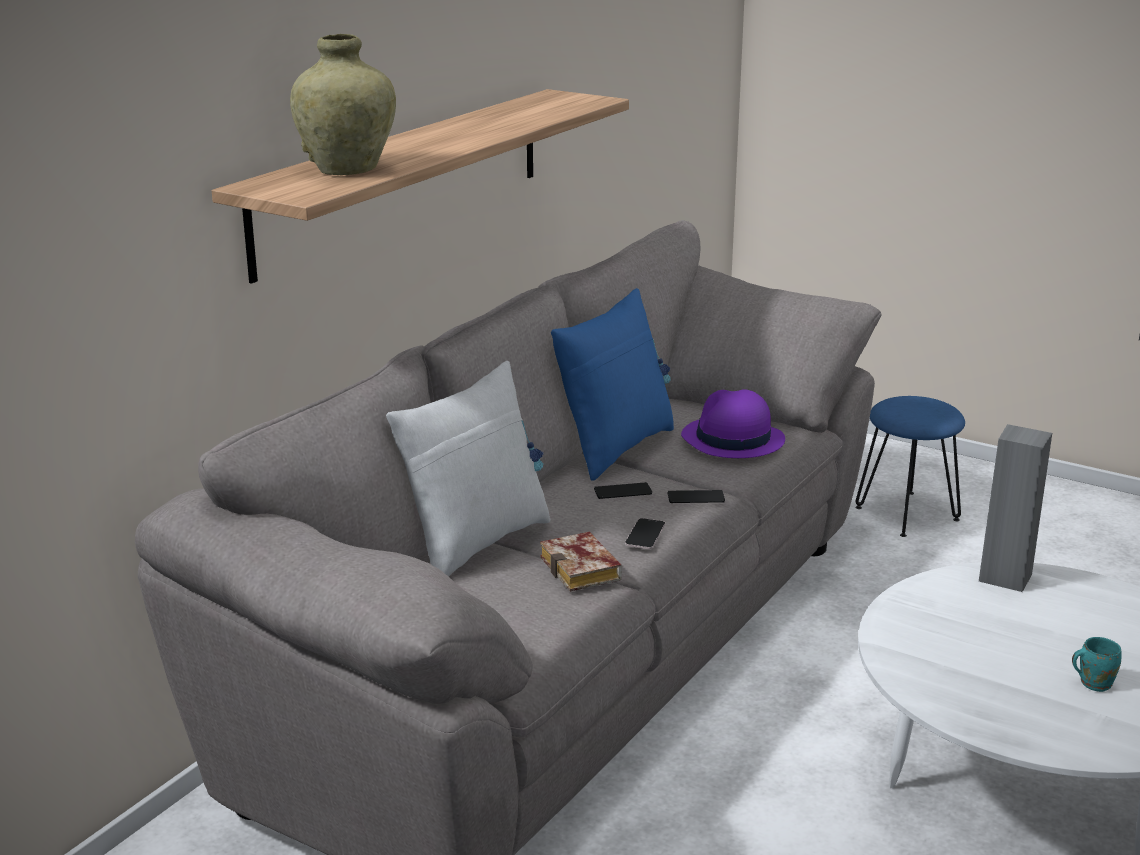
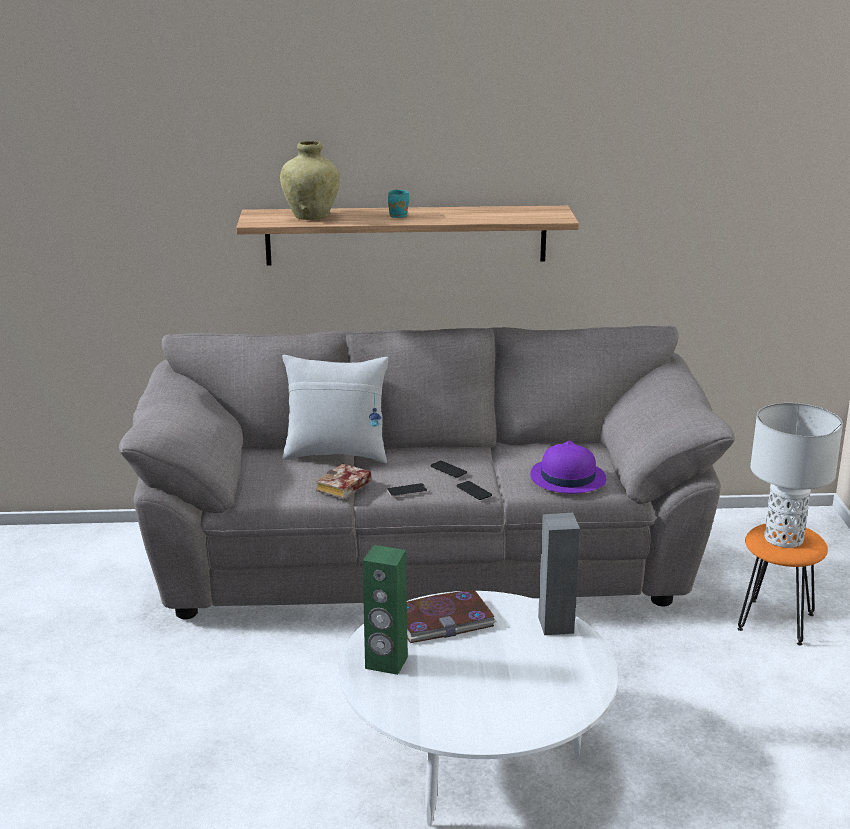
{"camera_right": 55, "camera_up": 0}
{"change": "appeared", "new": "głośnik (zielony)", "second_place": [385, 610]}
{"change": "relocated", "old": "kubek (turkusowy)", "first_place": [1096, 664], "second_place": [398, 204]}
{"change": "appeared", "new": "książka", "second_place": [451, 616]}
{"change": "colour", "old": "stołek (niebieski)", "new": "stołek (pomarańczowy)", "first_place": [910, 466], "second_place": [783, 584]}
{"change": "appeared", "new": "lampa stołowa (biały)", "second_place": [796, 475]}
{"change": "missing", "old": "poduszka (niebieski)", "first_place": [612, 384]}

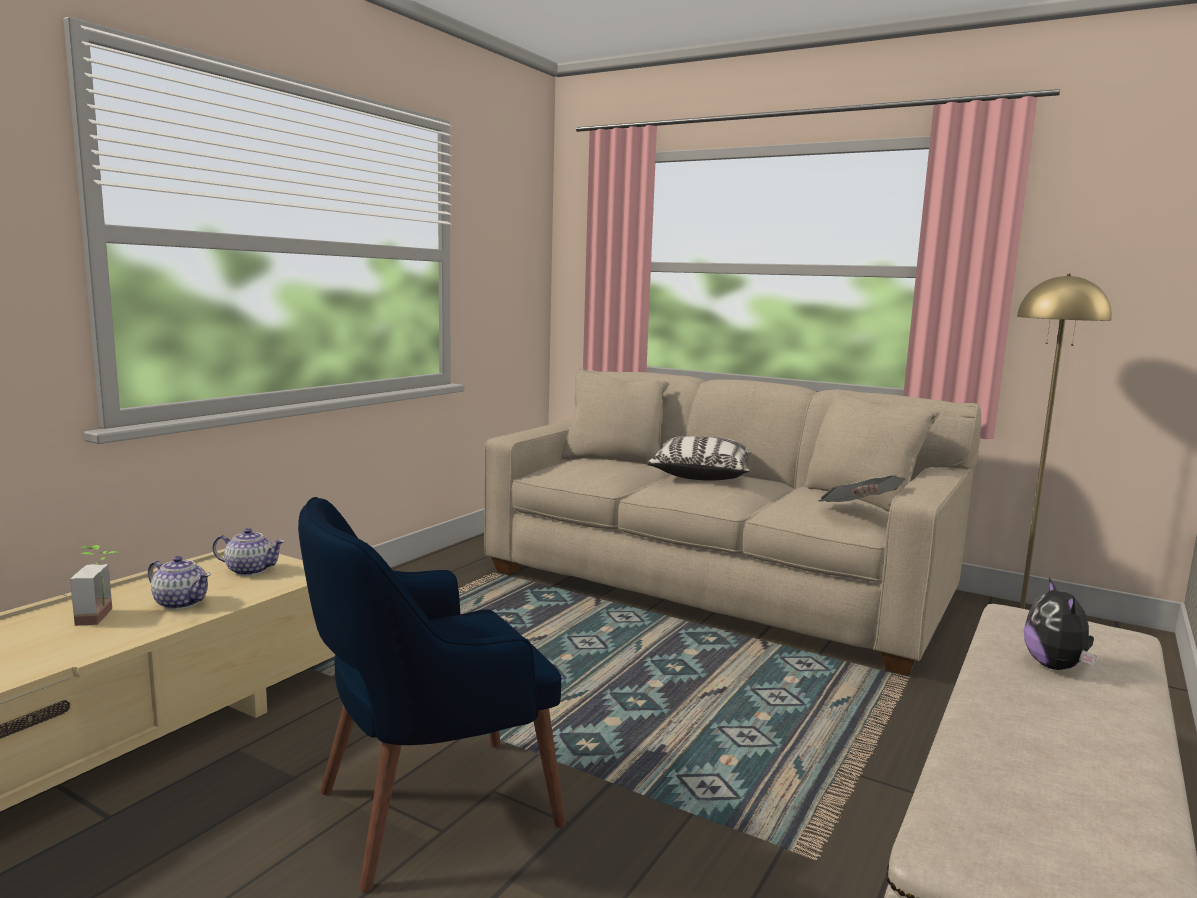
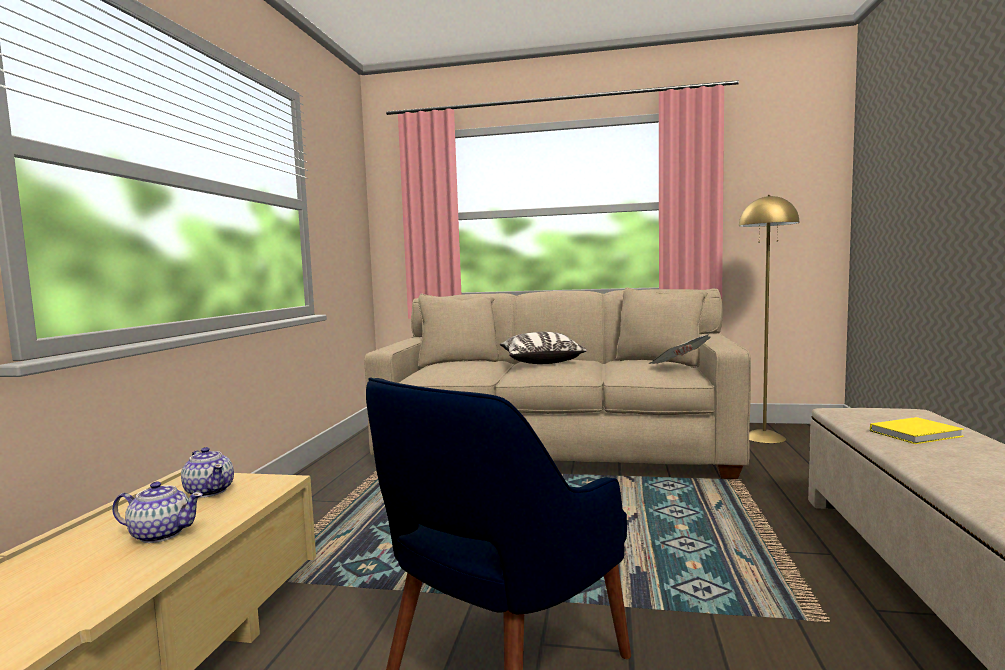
{"camera_right": -20, "camera_up": -5}
{"change": "spun", "old": "imbryk", "first_place": [248, 552], "second_place": [207, 472], "degrees": 60}
{"change": "exchanged", "old": "pluszak", "new": "książka (żółty)", "first_place": [1060, 624], "second_place": [917, 430]}
{"change": "missing", "old": "roślina doniczkowa", "first_place": [94, 585]}

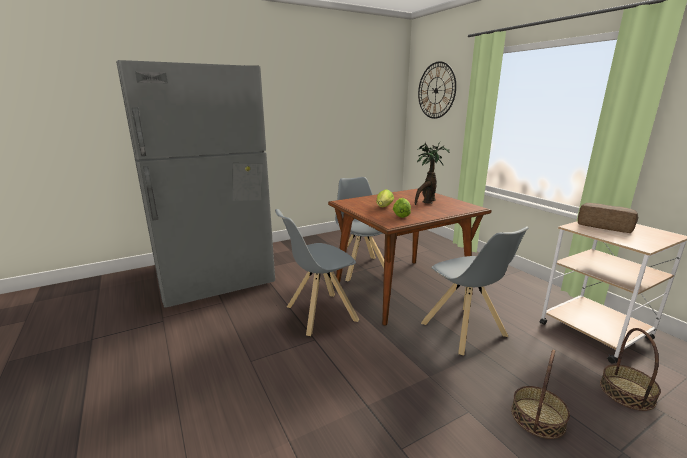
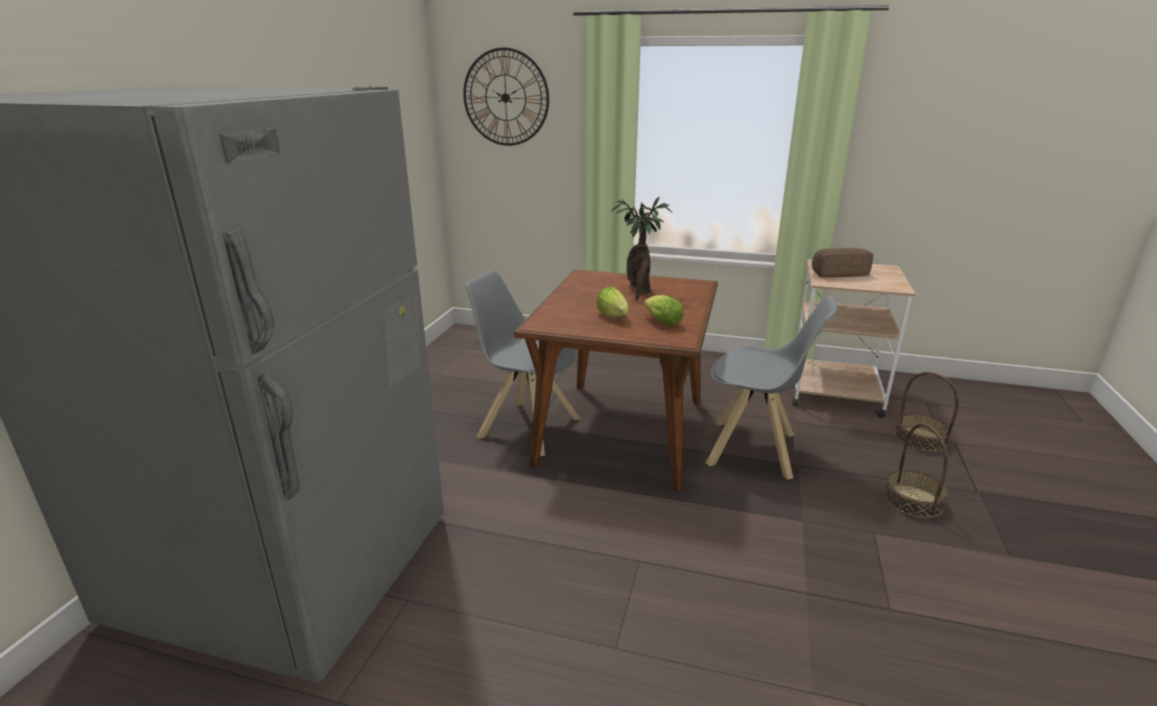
{"camera_right": -45, "camera_up": 5}
{"change": "missing", "old": "krzesło (szary)", "first_place": [317, 272]}

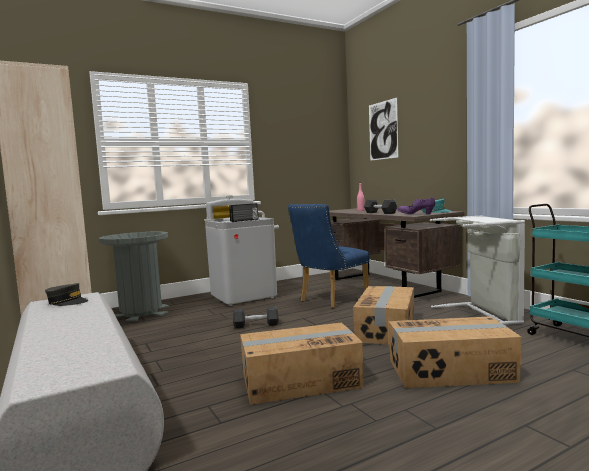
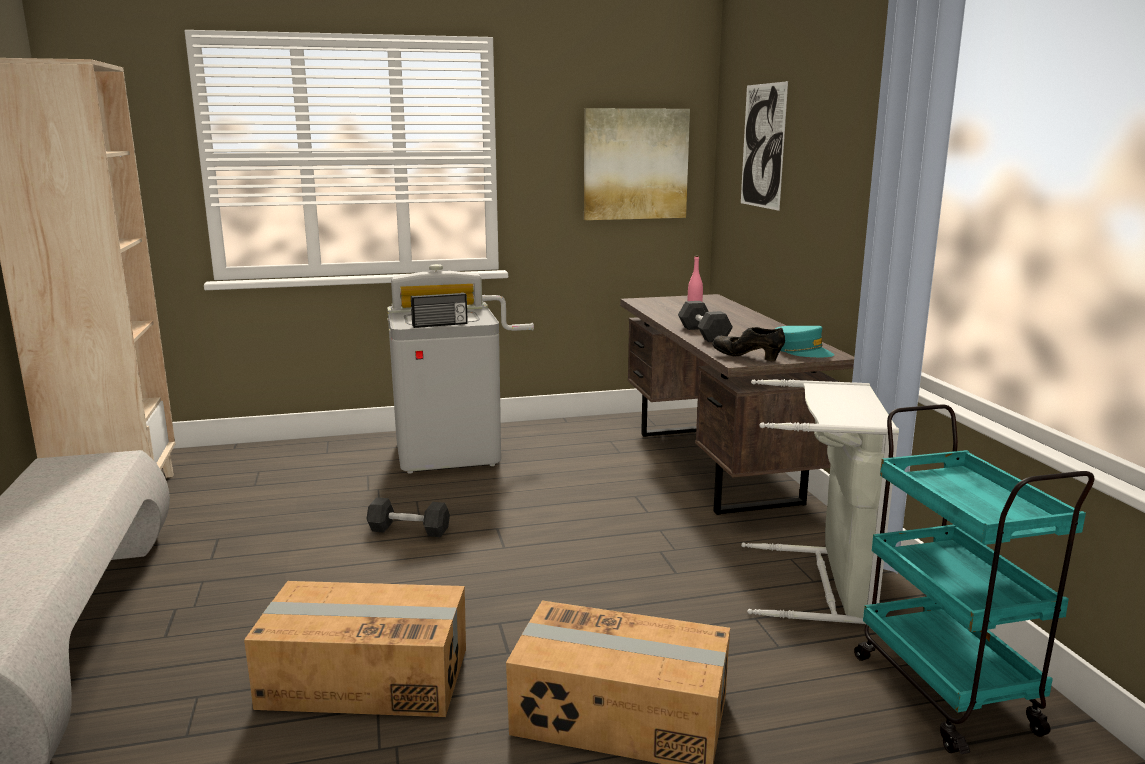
{"camera_right": 15, "camera_up": 10}
{"change": "appeared", "new": "obraz", "second_place": [637, 164]}
{"change": "colour", "old": "but (fioletowy)", "new": "but (czarny)", "first_place": [416, 205], "second_place": [748, 344]}
{"change": "missing", "old": "czapka z daszkiem (szary)", "first_place": [66, 294]}
{"change": "missing", "old": "kosz na śmieci (szary)", "first_place": [134, 277]}
{"change": "missing", "old": "krzesło (niebieski)", "first_place": [328, 256]}
{"change": "missing", "old": "karton", "first_place": [383, 315]}

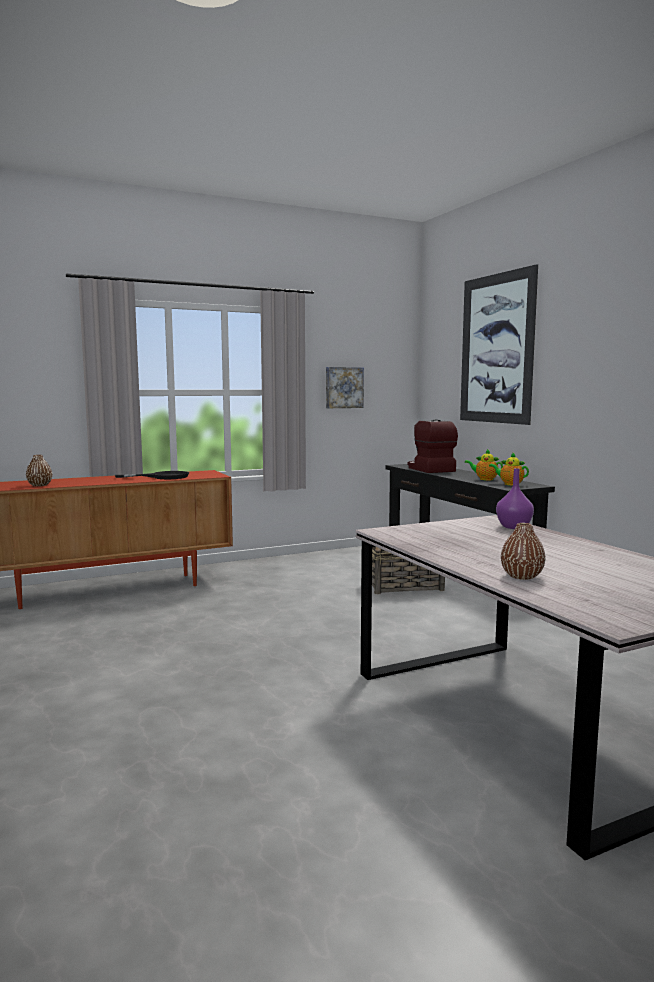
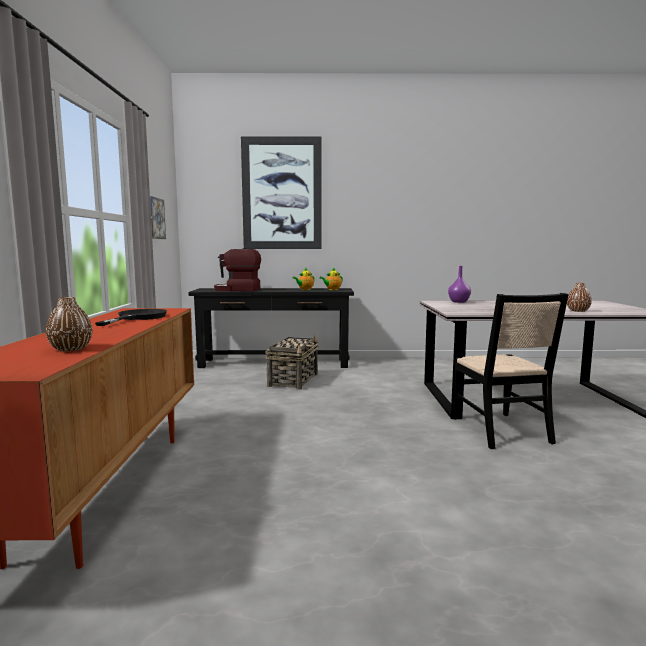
{"camera_right": -65, "camera_up": 0}
{"change": "appeared", "new": "krzesło", "second_place": [511, 371]}

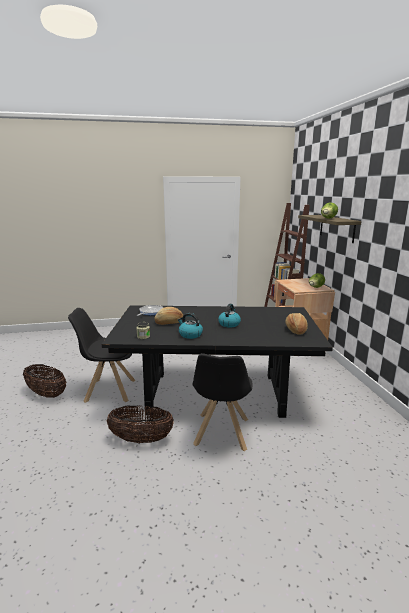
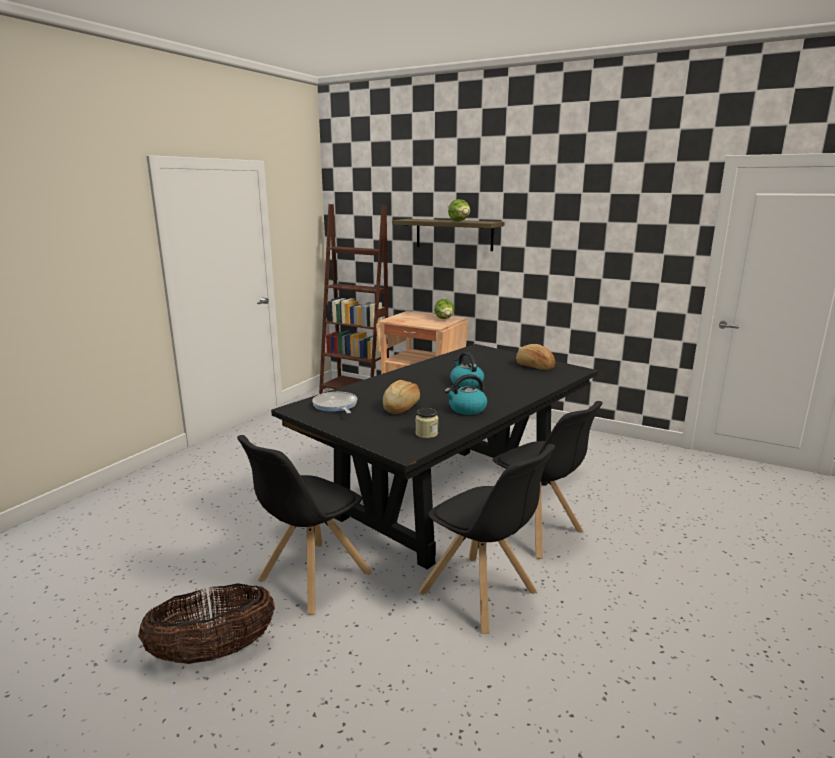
{"camera_right": -50, "camera_up": 0}
{"change": "exchanged", "old": "koszyk", "new": "krzesło (czarny)", "first_place": [140, 424], "second_place": [487, 539]}

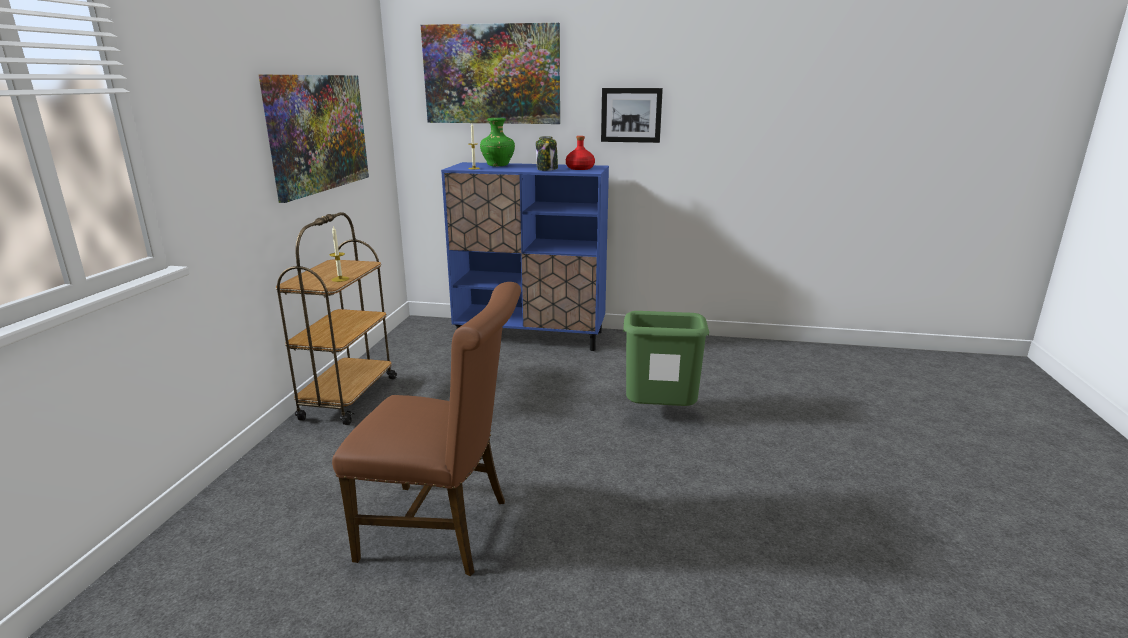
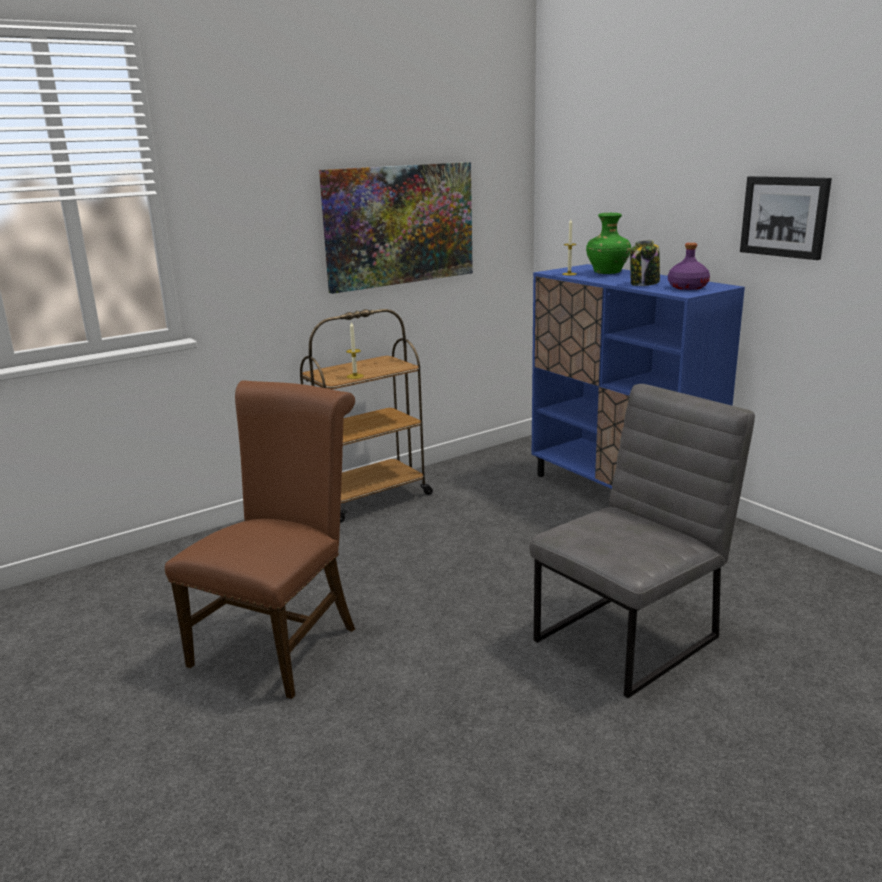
{"camera_right": 45, "camera_up": 0}
{"change": "spun", "old": "krzesło (brązowy)", "first_place": [426, 429], "second_place": [260, 539], "degrees": -120}
{"change": "exchanged", "old": "kosz na śmieci (zielony)", "new": "krzesło (szary)", "first_place": [666, 358], "second_place": [642, 541]}
{"change": "colour", "old": "butelka (czerwony)", "new": "butelka (fioletowy)", "first_place": [580, 153], "second_place": [689, 266]}
{"change": "missing", "old": "obraz", "first_place": [490, 73]}

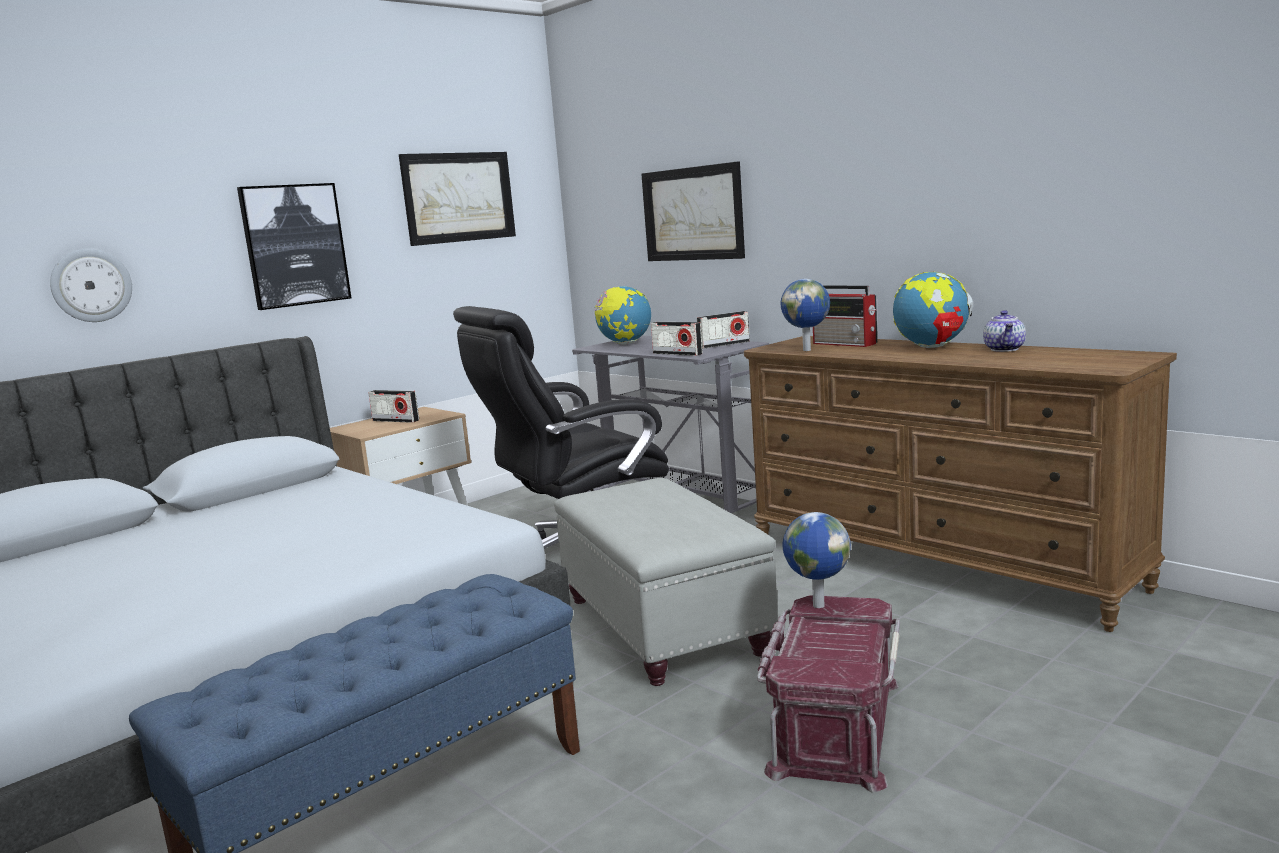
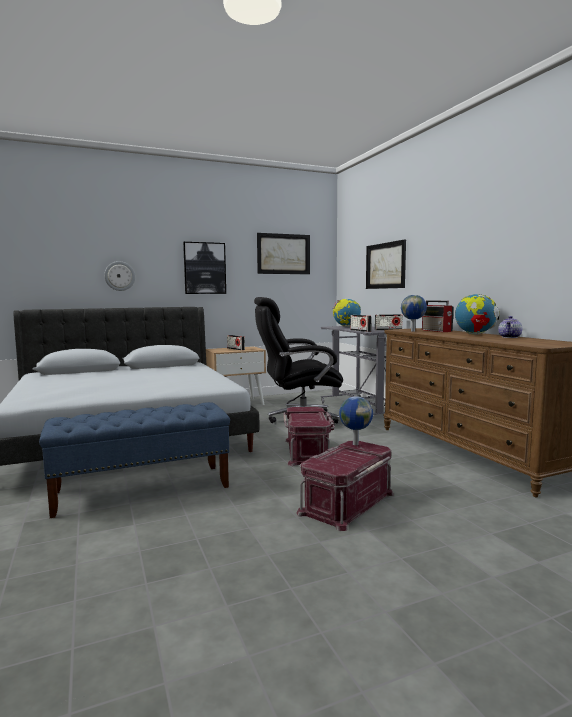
{"camera_right": 20, "camera_up": -5}
{"change": "exchanged", "old": "pufa (szary)", "new": "pojemnik do przechowywania (czerwony)", "first_place": [666, 582], "second_place": [309, 437]}

